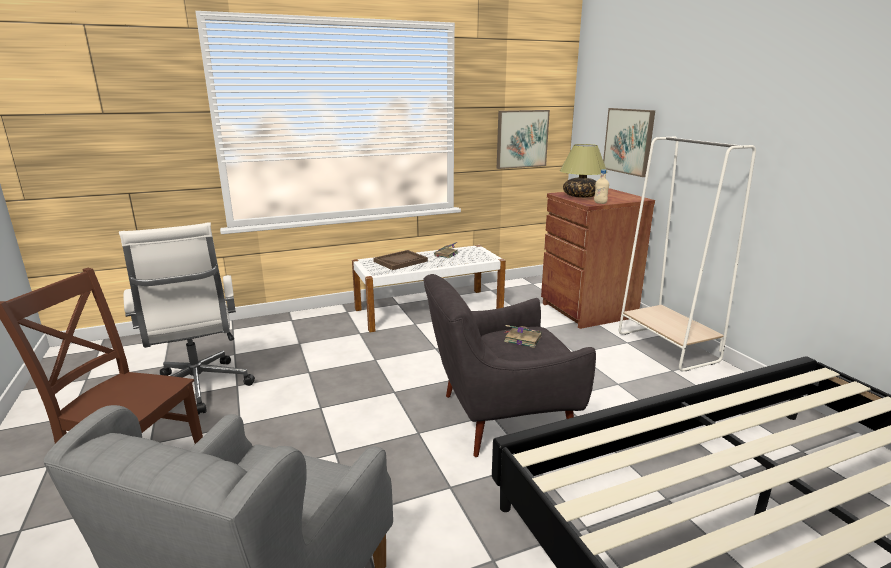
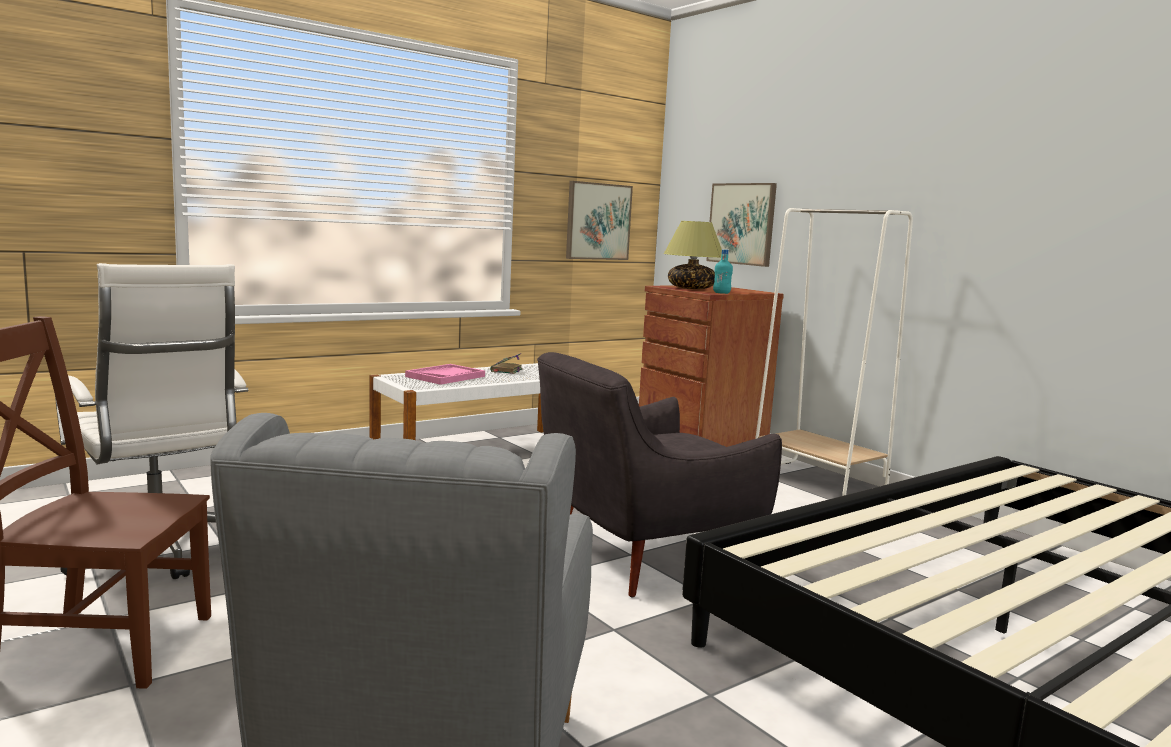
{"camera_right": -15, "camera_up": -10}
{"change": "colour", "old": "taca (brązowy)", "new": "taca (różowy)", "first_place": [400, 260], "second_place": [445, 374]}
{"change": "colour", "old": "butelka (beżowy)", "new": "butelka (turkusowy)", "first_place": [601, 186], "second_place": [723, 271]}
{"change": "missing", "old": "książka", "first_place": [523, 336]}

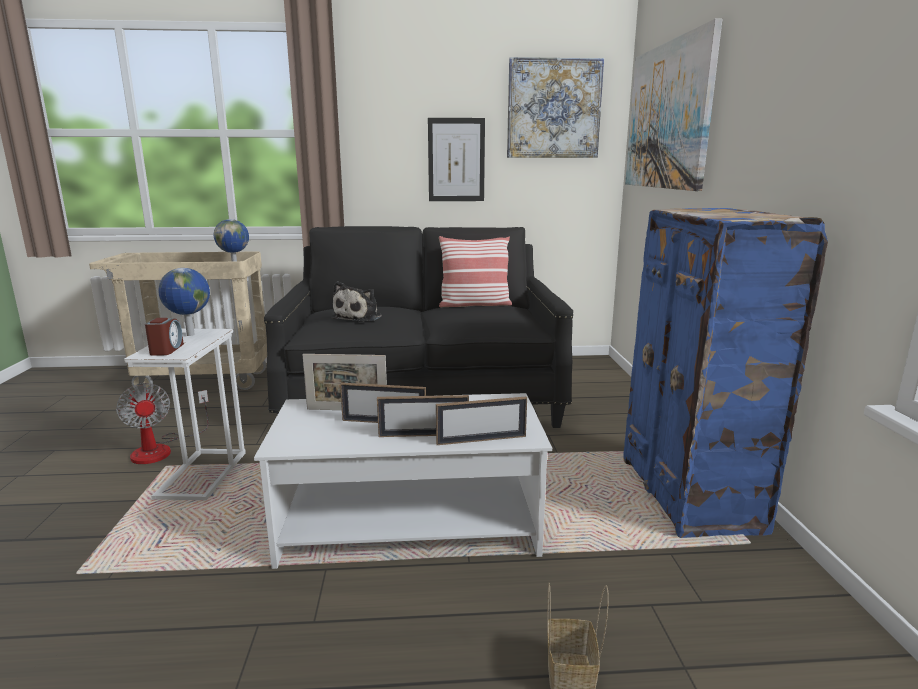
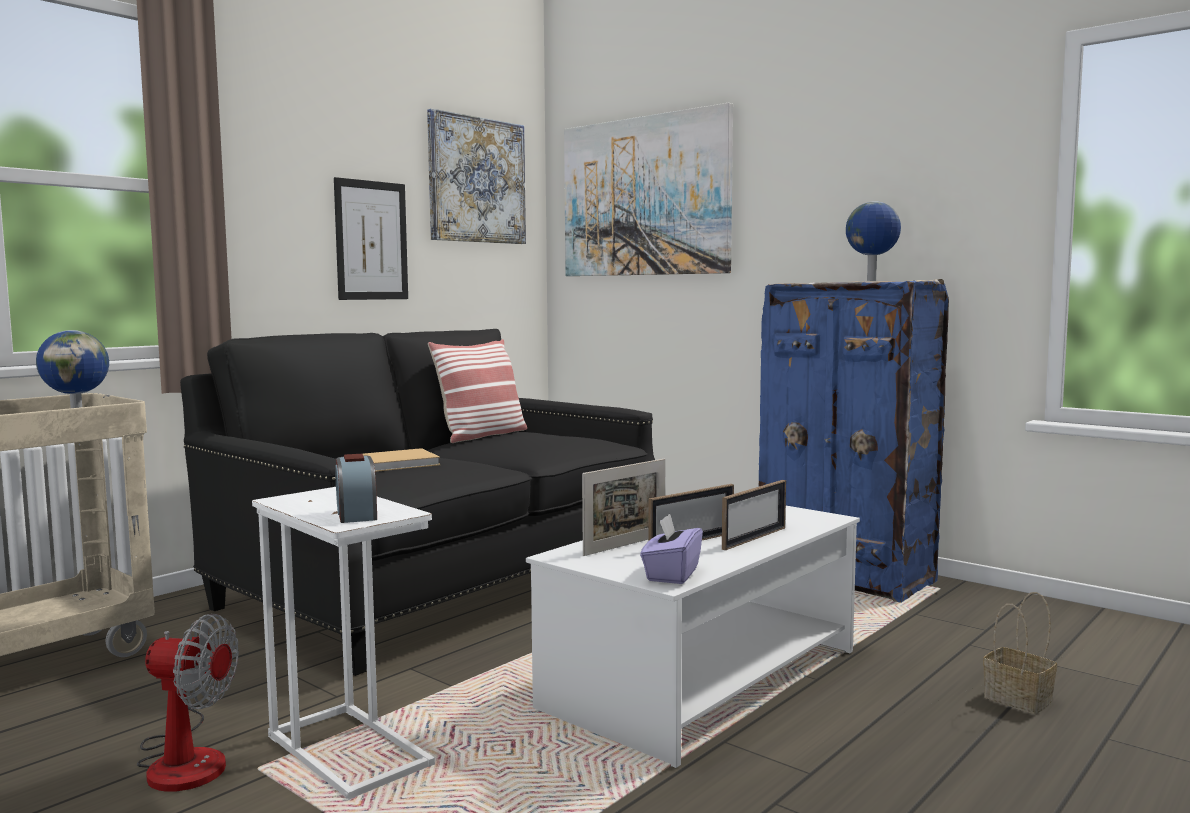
{"camera_right": -45, "camera_up": -10}
{"change": "spun", "old": "budzik", "first_place": [164, 337], "second_place": [356, 488], "degrees": -150}
{"change": "exchanged", "old": "pluszak", "new": "książka (beżowy)", "first_place": [356, 301], "second_place": [402, 460]}
{"change": "appeared", "new": "pudełko chusteczek (fioletowy)", "second_place": [671, 548]}
{"change": "relocated", "old": "globus", "first_place": [184, 302], "second_place": [873, 241]}
{"change": "missing", "old": "ramka na zdjęcie", "first_place": [481, 421]}

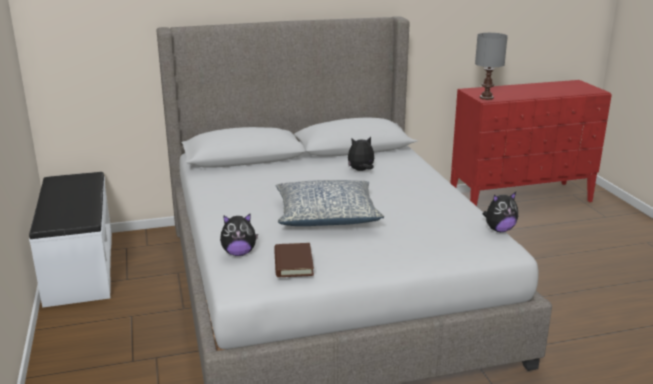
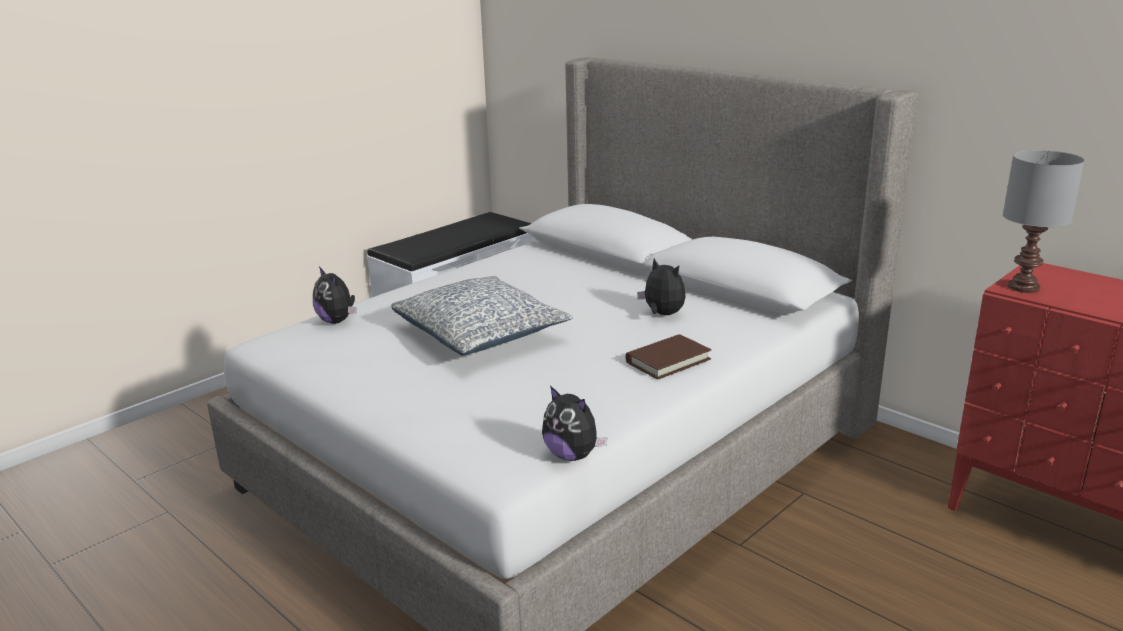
{"camera_right": 60, "camera_up": 0}
{"change": "relocated", "old": "książka (brązowy)", "first_place": [294, 260], "second_place": [668, 357]}

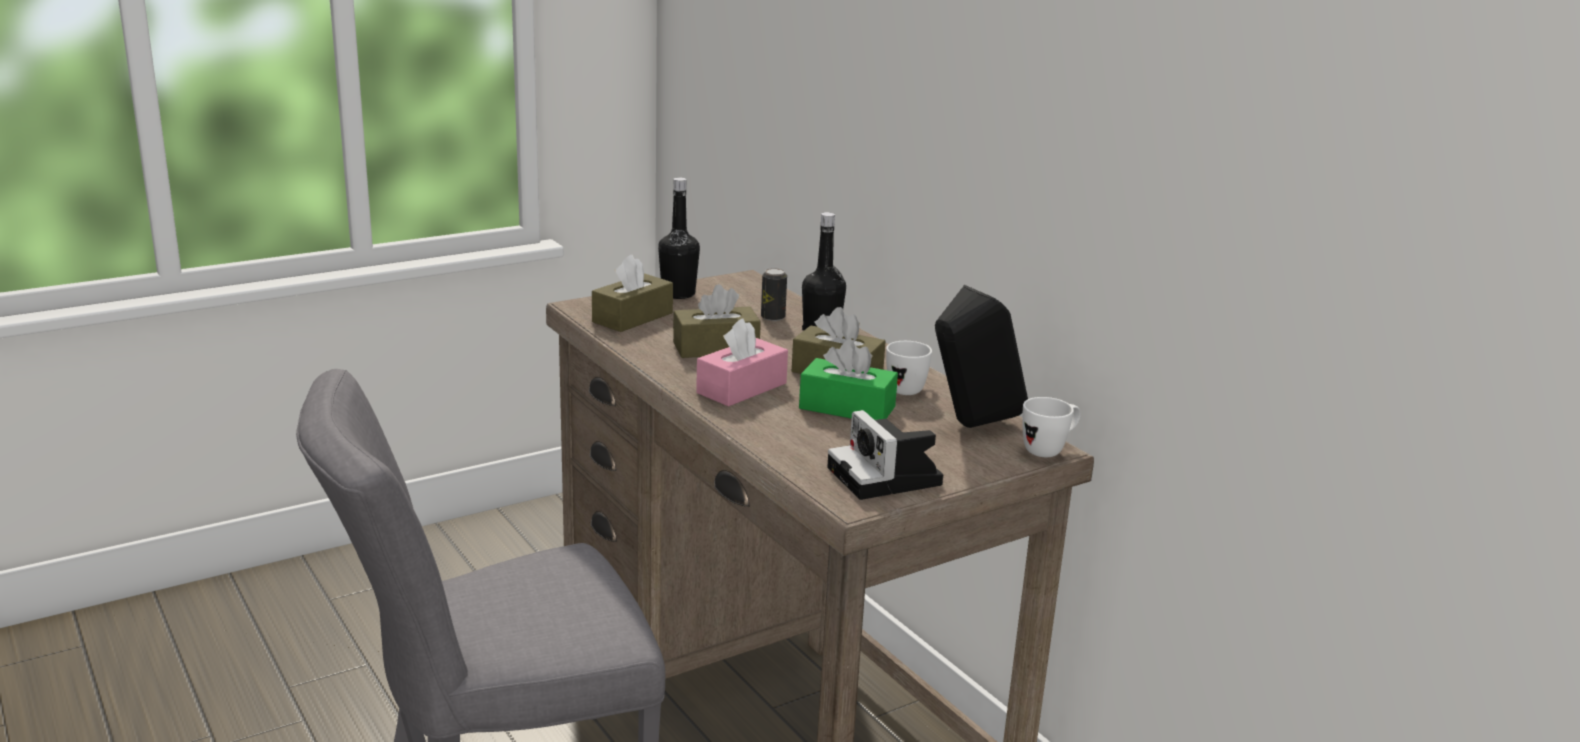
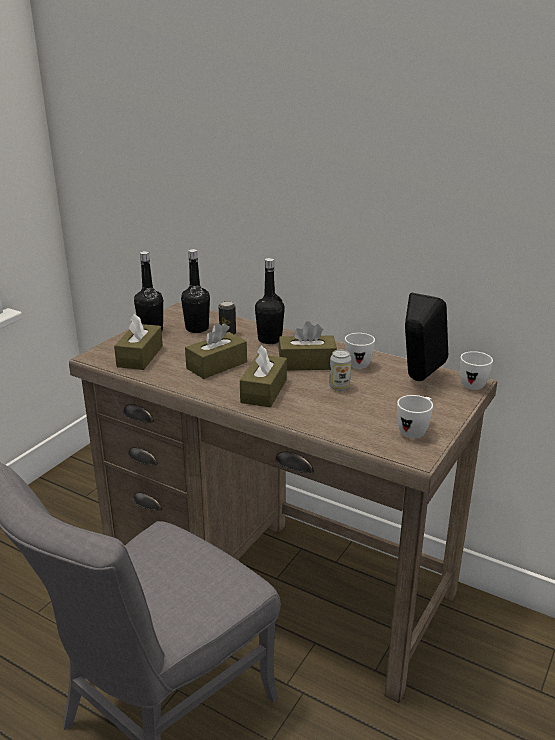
{"camera_right": -25, "camera_up": 5}
{"change": "appeared", "new": "butelka (czarny)", "second_place": [195, 291]}
{"change": "colour", "old": "pudełko chusteczek (różowy)", "new": "pudełko chusteczek (brązowy)", "first_place": [742, 362], "second_place": [263, 376]}
{"change": "exchanged", "old": "pudełko chusteczek (zielony)", "new": "puszka", "first_place": [848, 379], "second_place": [340, 370]}
{"change": "exchanged", "old": "aparat fotograficzny", "new": "kubek (biały)", "first_place": [885, 455], "second_place": [415, 416]}

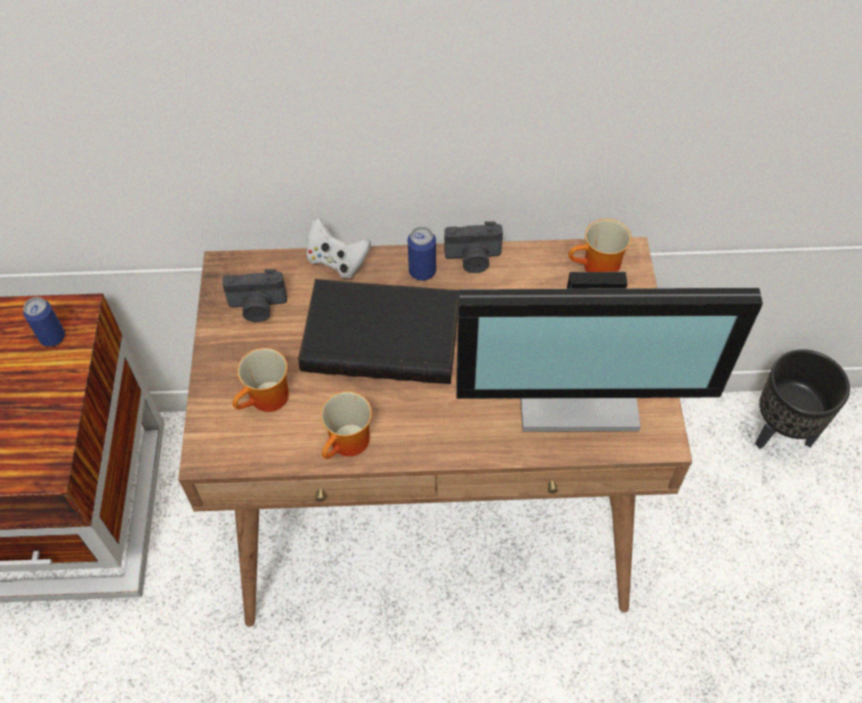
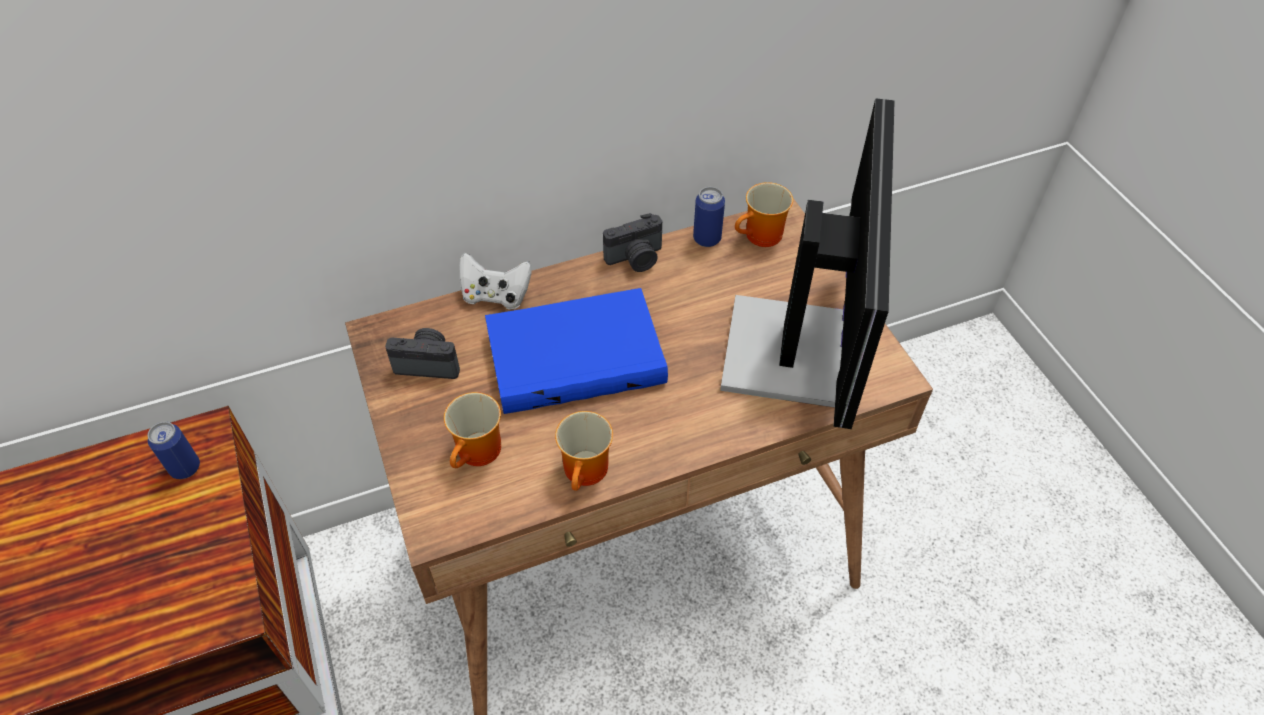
{"camera_right": -20, "camera_up": -5}
{"change": "spun", "old": "aparat fotograficzny", "first_place": [254, 295], "second_place": [422, 353], "degrees": -150}
{"change": "colour", "old": "książka (czarny)", "new": "książka (niebieski)", "first_place": [378, 331], "second_place": [576, 351]}
{"change": "relocated", "old": "puszka", "first_place": [422, 253], "second_place": [709, 217]}
{"change": "spun", "old": "monitor", "first_place": [609, 352], "second_place": [807, 263], "degrees": -60}
{"change": "missing", "old": "donica (czarny)", "first_place": [802, 399]}

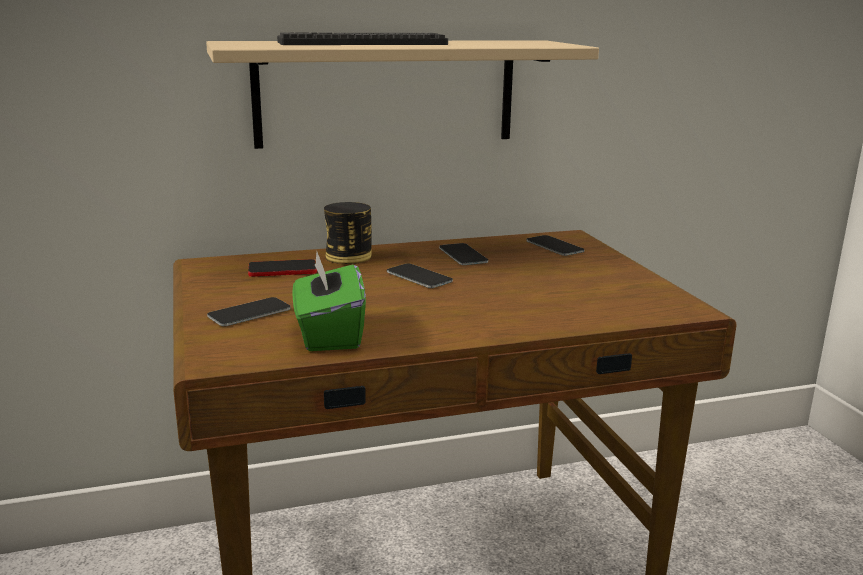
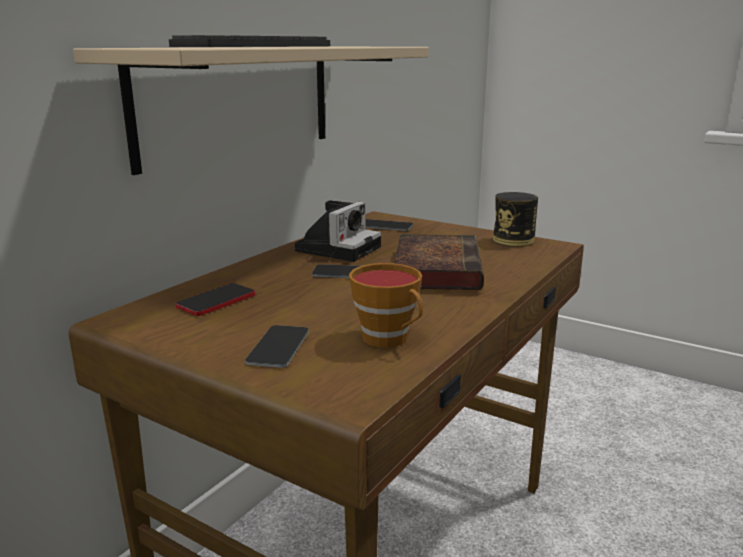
{"camera_right": -40, "camera_up": 0}
{"change": "exchanged", "old": "telefon", "new": "aparat fotograficzny", "first_place": [463, 254], "second_place": [337, 231]}
{"change": "exchanged", "old": "pudełko chusteczek (zielony)", "new": "filiżanka", "first_place": [329, 300], "second_place": [386, 305]}
{"change": "appeared", "new": "książka", "second_place": [439, 262]}
{"change": "relocated", "old": "puszka", "first_place": [348, 233], "second_place": [515, 219]}

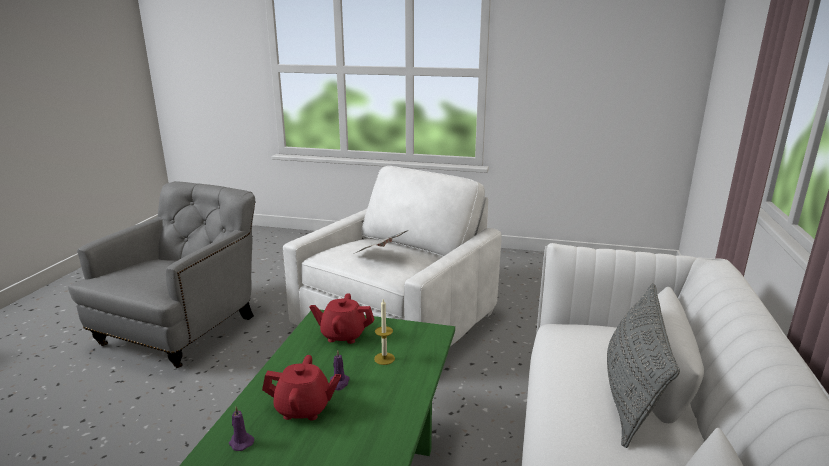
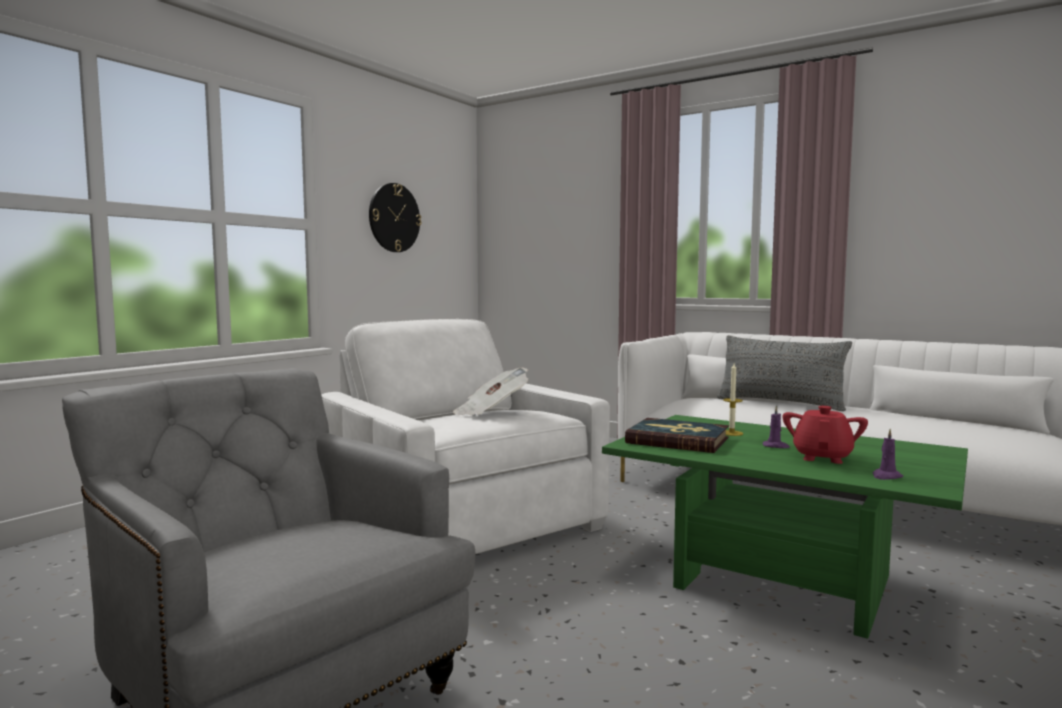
{"camera_right": -70, "camera_up": -15}
{"change": "appeared", "new": "zegar ścienny", "second_place": [395, 217]}
{"change": "exchanged", "old": "imbryk (czerwony)", "new": "książka", "first_place": [342, 318], "second_place": [677, 435]}

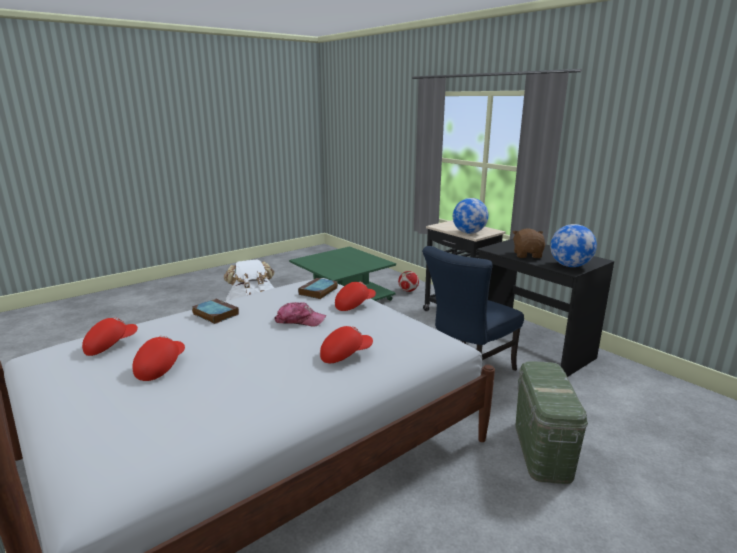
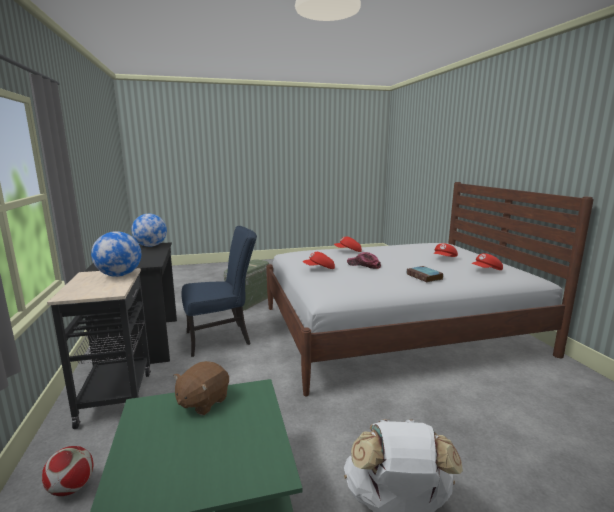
{"camera_right": -155, "camera_up": -5}
{"change": "relocated", "old": "pluszak (brązowy)", "first_place": [529, 243], "second_place": [201, 388]}
{"change": "missing", "old": "książka", "first_place": [318, 288]}

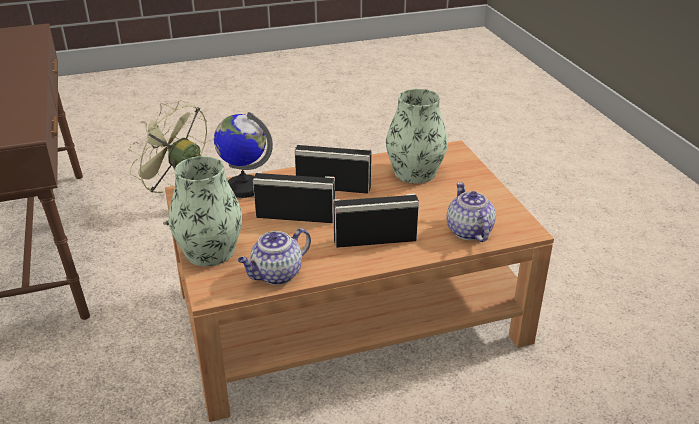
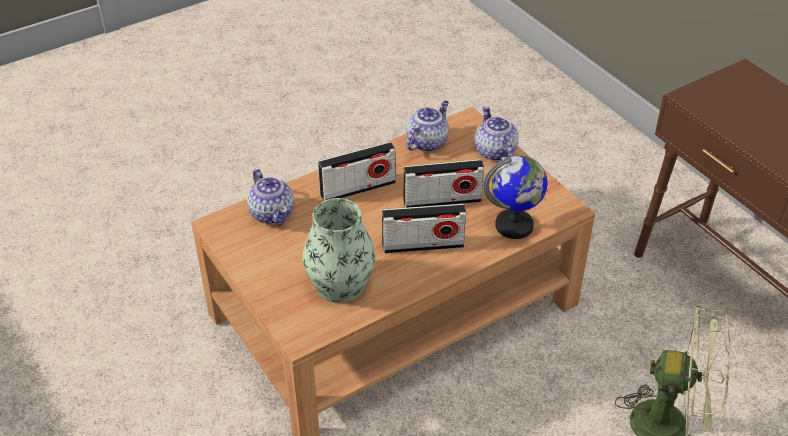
{"camera_right": 165, "camera_up": 10}
{"change": "exchanged", "old": "wazon", "new": "imbryk", "first_place": [205, 211], "second_place": [496, 133]}

